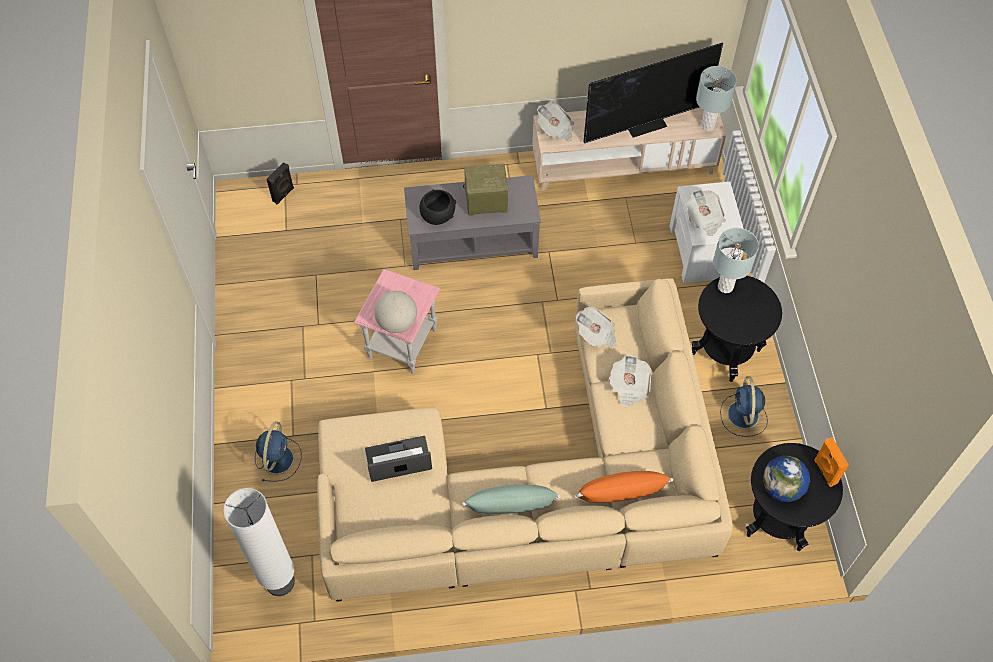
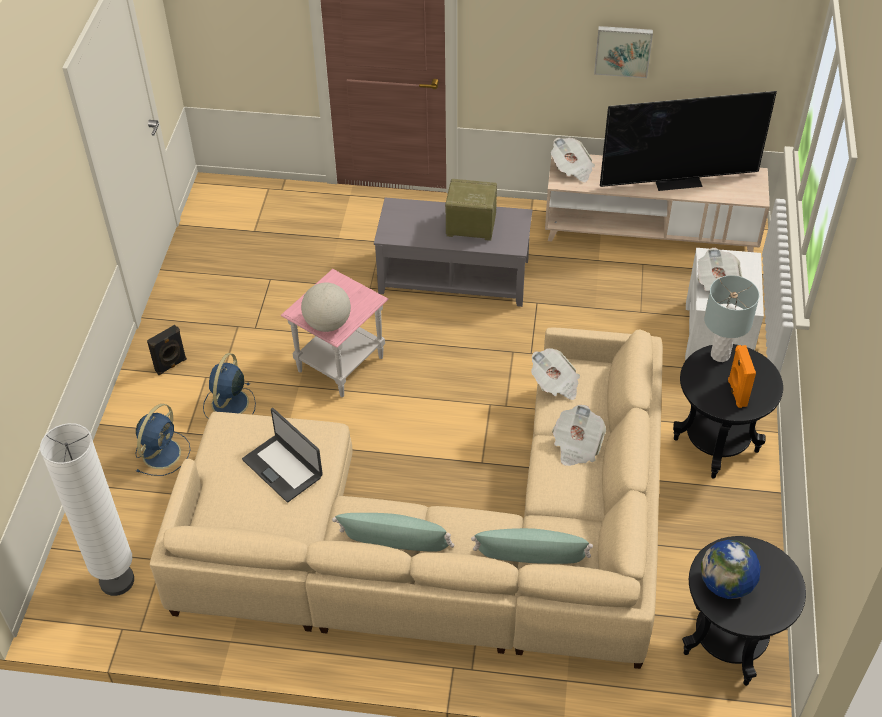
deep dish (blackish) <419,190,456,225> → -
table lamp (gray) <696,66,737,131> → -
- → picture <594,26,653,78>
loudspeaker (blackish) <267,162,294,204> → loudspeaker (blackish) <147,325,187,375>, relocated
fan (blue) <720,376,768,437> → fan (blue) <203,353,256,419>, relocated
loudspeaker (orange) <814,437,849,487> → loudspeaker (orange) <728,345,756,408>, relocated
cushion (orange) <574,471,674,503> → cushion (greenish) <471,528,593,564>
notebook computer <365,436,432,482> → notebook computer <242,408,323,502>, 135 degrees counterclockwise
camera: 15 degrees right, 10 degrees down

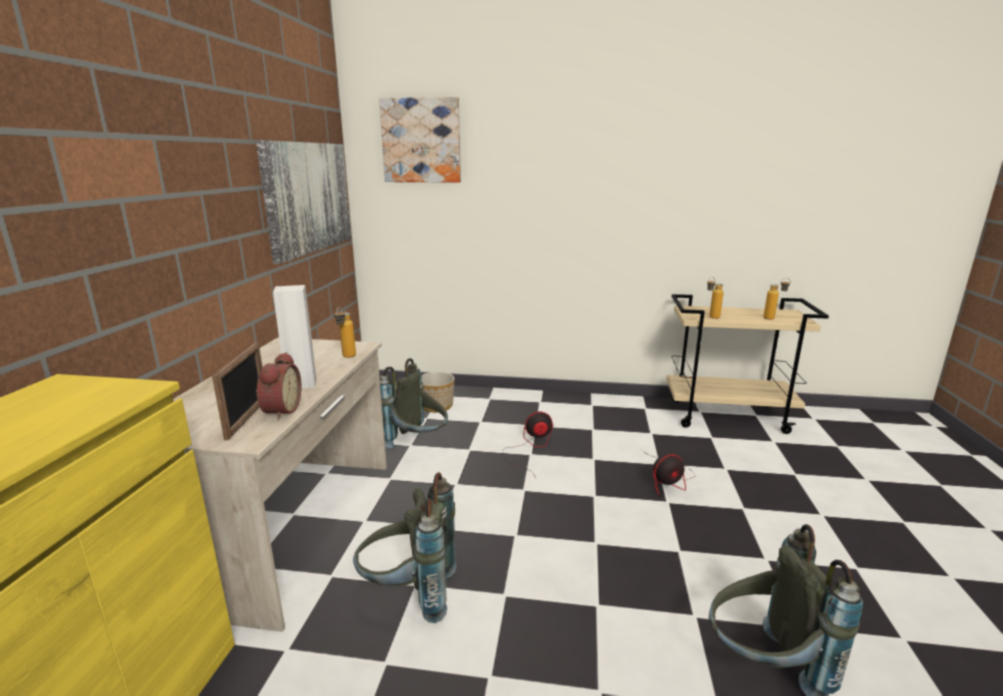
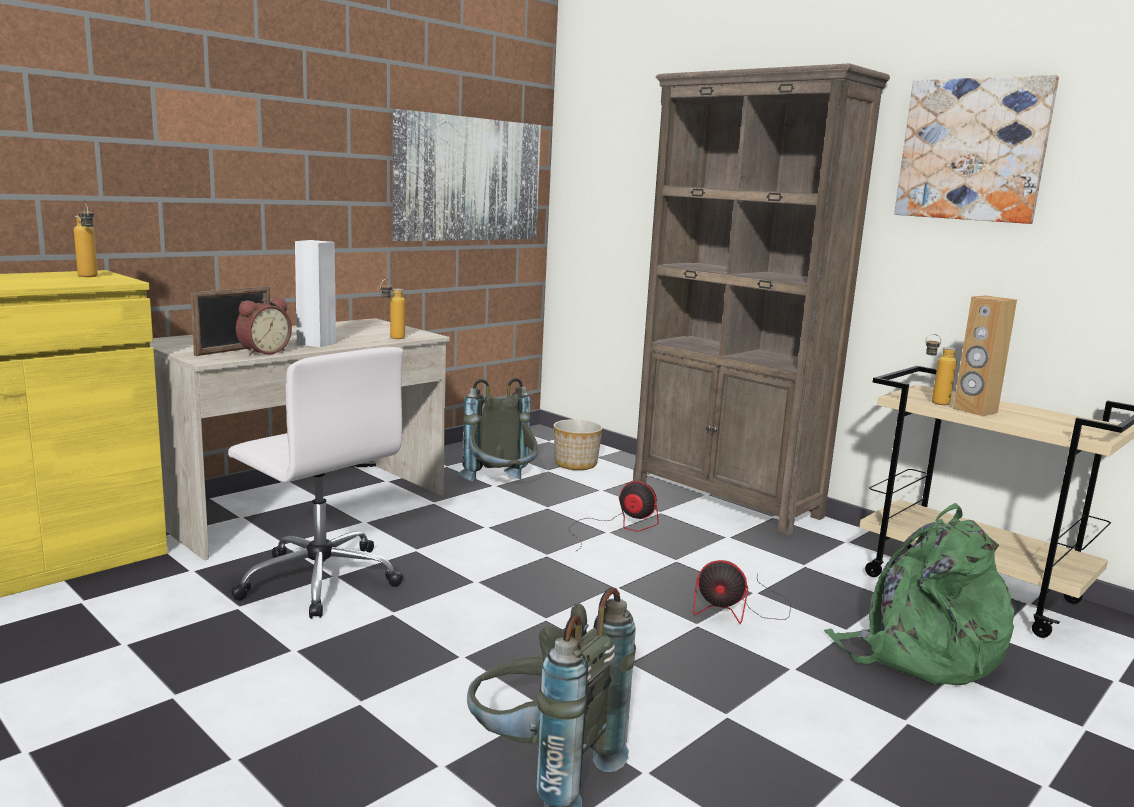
- → shelving unit (brownish) <633,63,890,536>
- → backpack (greenish) <824,503,1014,685>
- → loudspeaker (brownish) <953,295,1017,416>
picture <379,97,461,183> → picture <894,75,1059,224>, relocated
beverage bottle <763,278,791,320> → beverage bottle <74,204,98,277>, relocated
backpack (gray) <353,472,457,623> → computer chair (whitish) <228,347,404,619>
camera: 35 degrees right, 5 degrees down

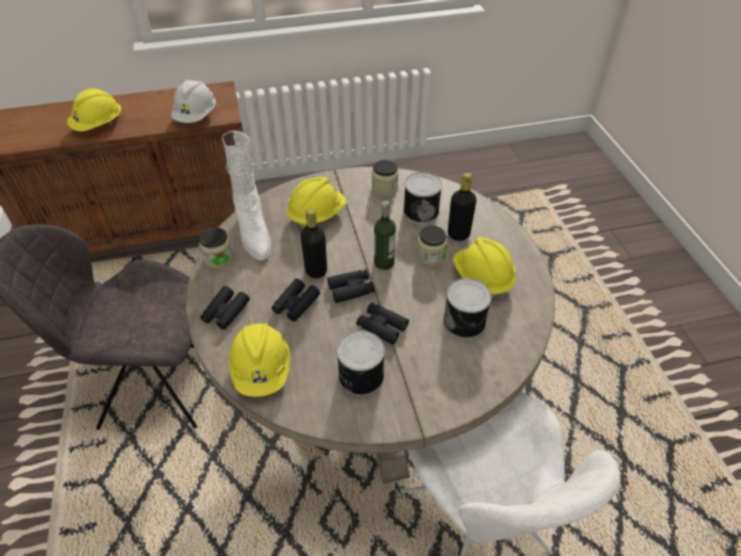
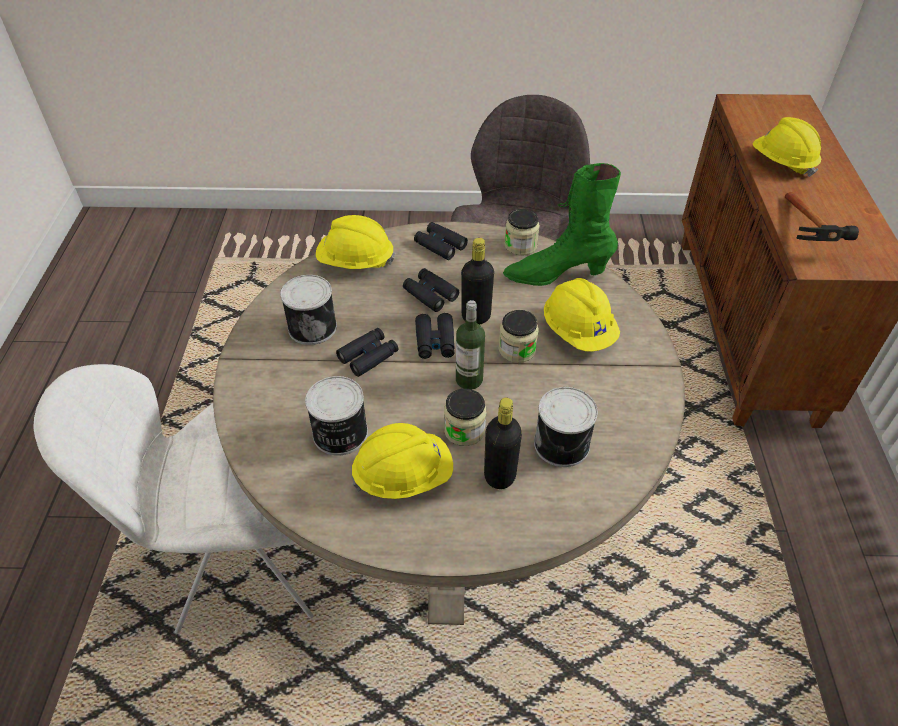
jar <372,160,398,197> → jar <498,310,539,363>, relocated
work helmet (whitish) <171,80,216,123> → tool hammer <785,192,859,241>
high-top boot (whitish) <222,131,271,261> → high-top boot (greenish) <503,163,621,286>
camera: 105 degrees right, 0 degrees up

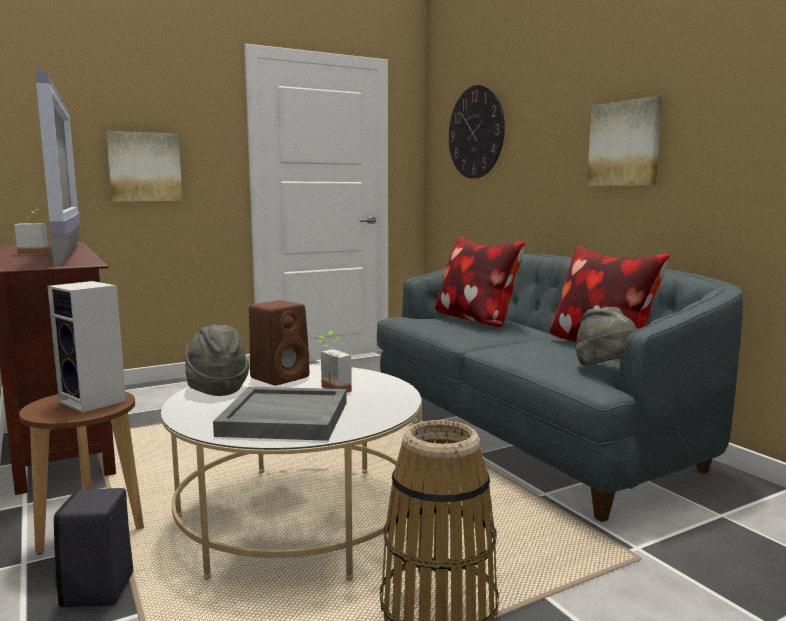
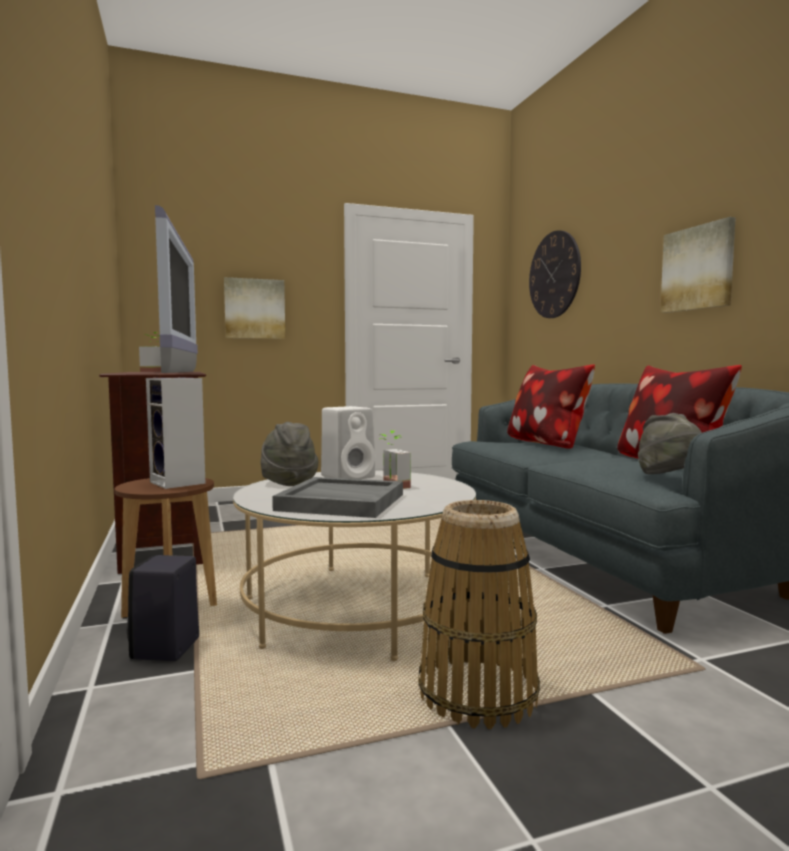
loudspeaker (brownish) <249,300,309,386> → loudspeaker (whitish) <321,406,375,479>
camera: 10 degrees right, 5 degrees down

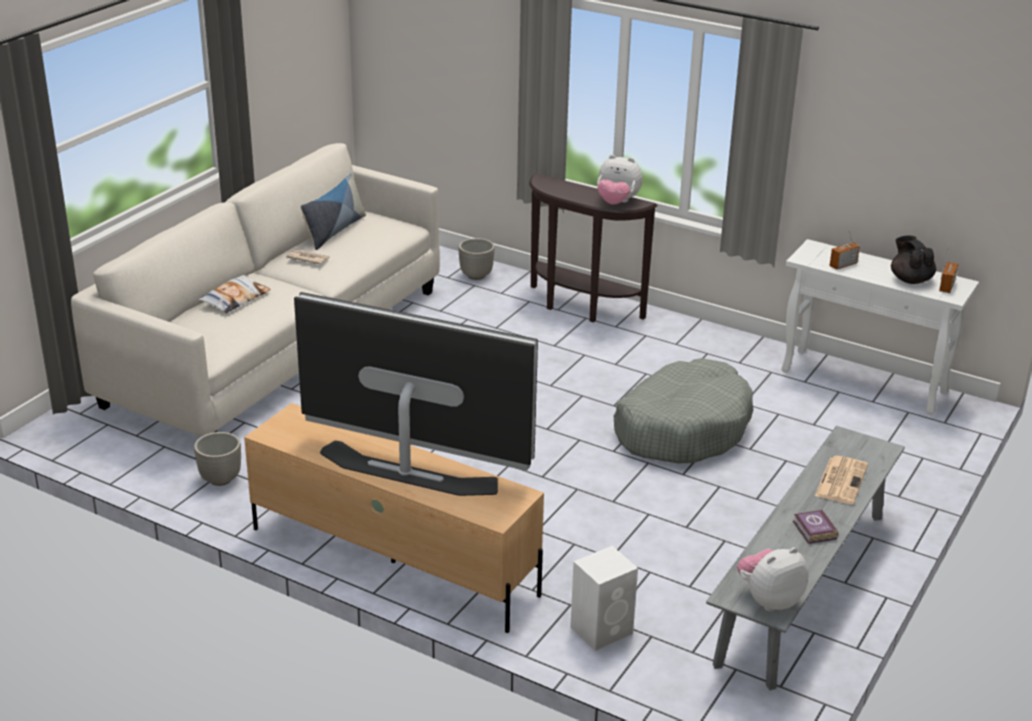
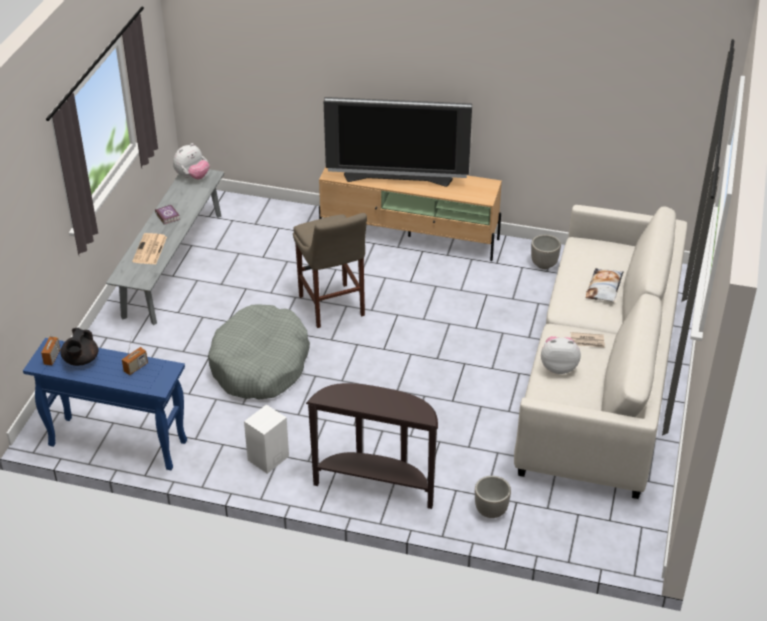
cushion <301,173,366,250> → -
- → stool seat (beige-coloured) <293,213,367,328>
loudspeaker (whitish) <570,546,638,651> → loudspeaker (whitish) <244,404,289,474>, relocated
plush toy <597,155,643,205> → plush toy <541,336,581,374>, relocated
narrow table (whitish) <781,239,979,415> → narrow table (blue) <23,338,187,470>
pot for tea (blackish) <891,235,936,284> → pot for tea (blackish) <61,328,98,366>, 45 degrees clockwise
camera: 165 degrees right, 10 degrees up

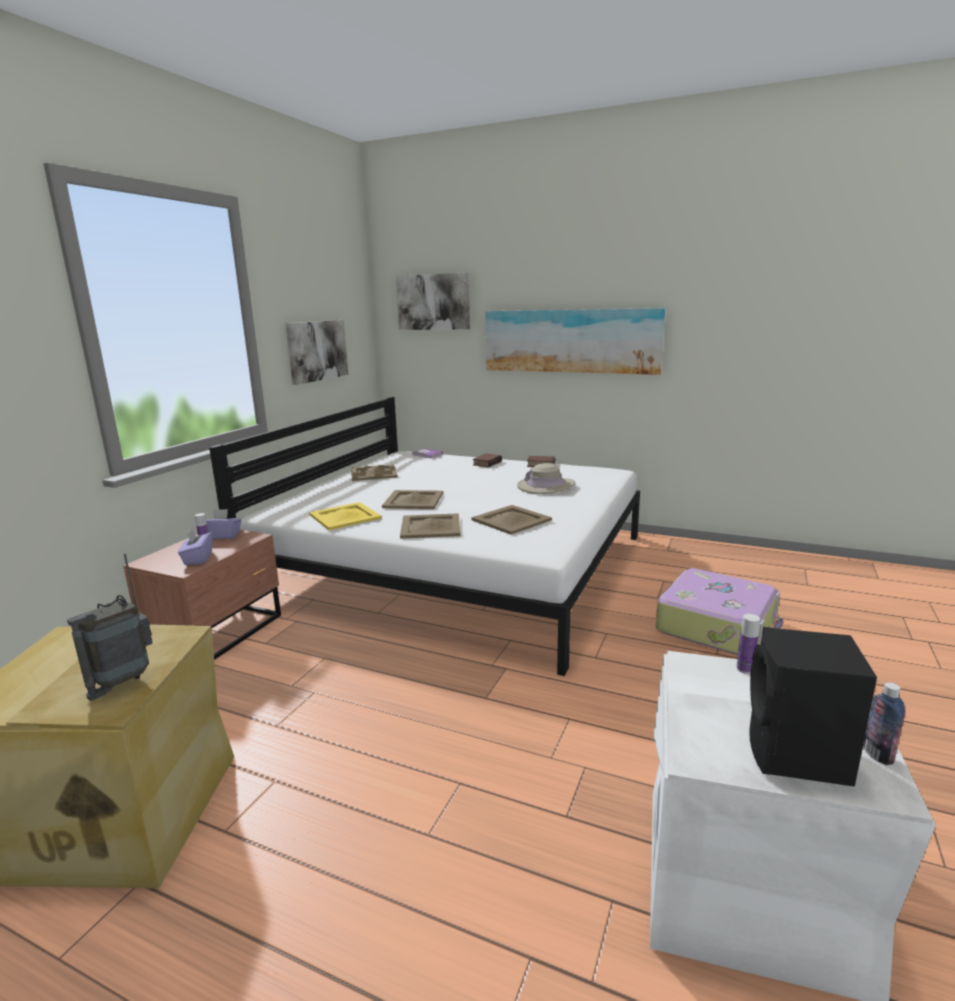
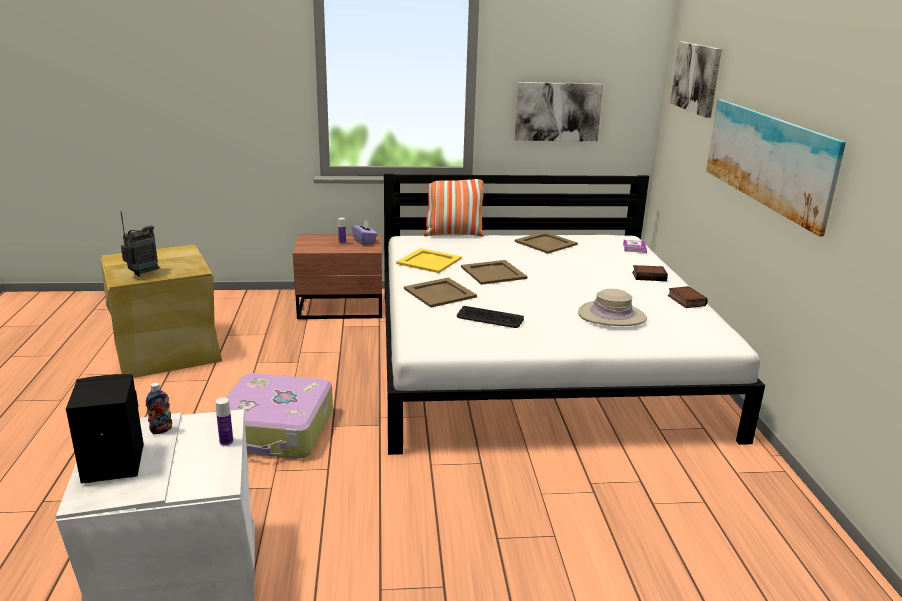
tissue holder (purple) <178,529,212,565> → -
- → cushion <424,179,484,236>
travel case <656,568,783,655> → travel case <215,373,333,459>, relocated
beverage bottle <863,682,905,765> → beverage bottle <146,382,172,435>, relocated
tray (beige-coloured) <472,505,552,535> → keyboard <457,306,524,328>
radio set <67,554,153,701> → radio set <120,211,159,277>, 120 degrees clockwise
camera: 60 degrees right, 5 degrees up

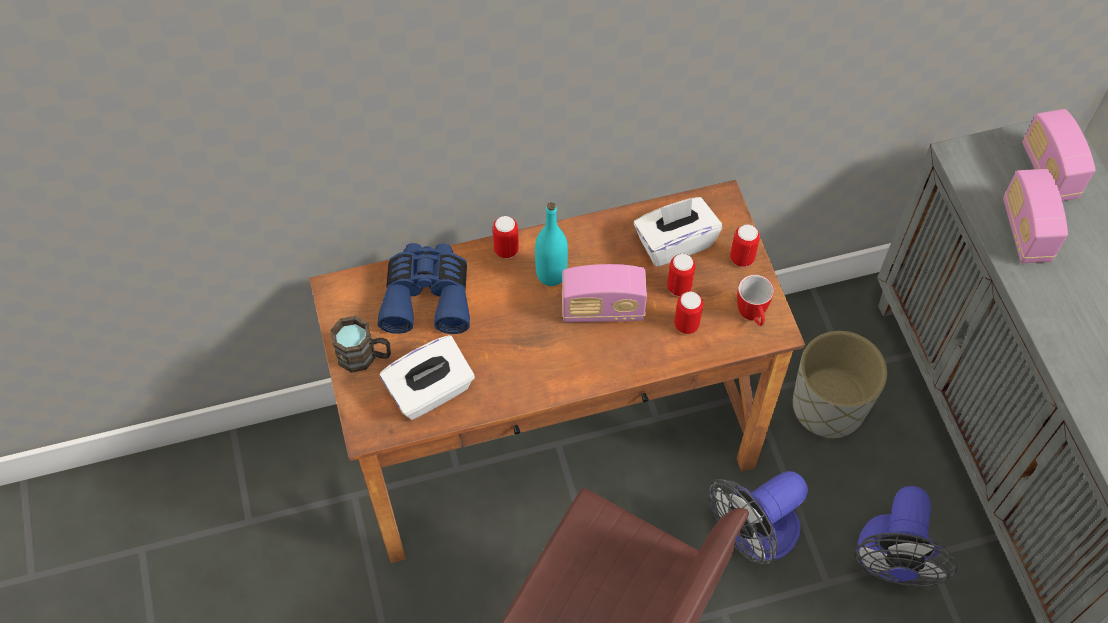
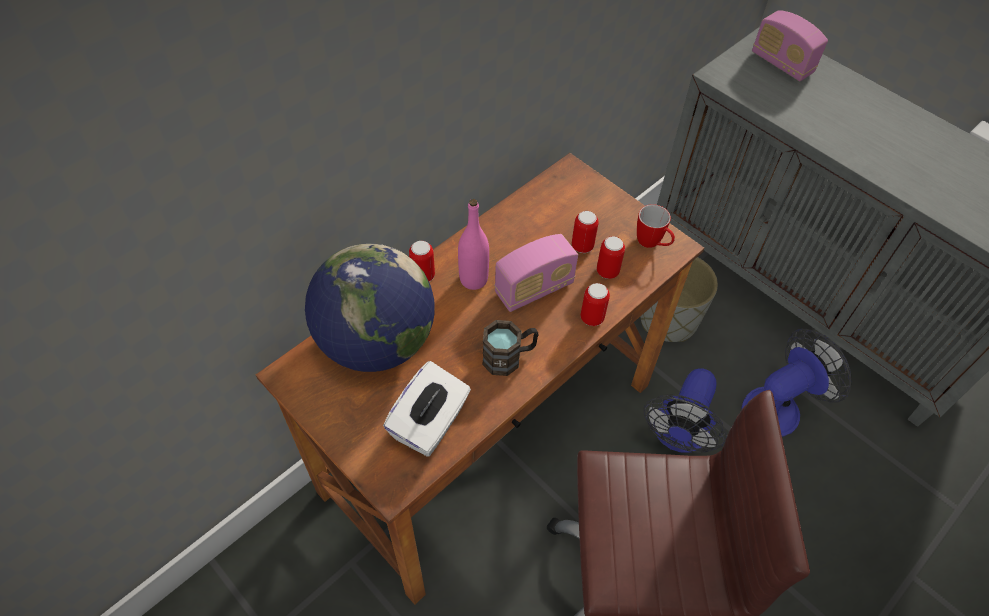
tissue holder (whitish) <634,197,722,267> → -
radio set <1003,169,1068,263> → -
mug (brownish) <330,316,391,373> → mug (brownish) <482,320,539,376>, relocated
sealed can <730,224,760,267> → sealed can <581,283,610,326>, relocated
field glasses (blue) <378,243,470,334> → globe <305,244,435,372>
beverage bottle (turquoise-coloured) <535,202,568,286> → beverage bottle (pink) <458,199,489,290>
fan <854,486,958,586> → fan <742,329,852,437>, 105 degrees counterclockwise
camera: 30 degrees left, 5 degrees down

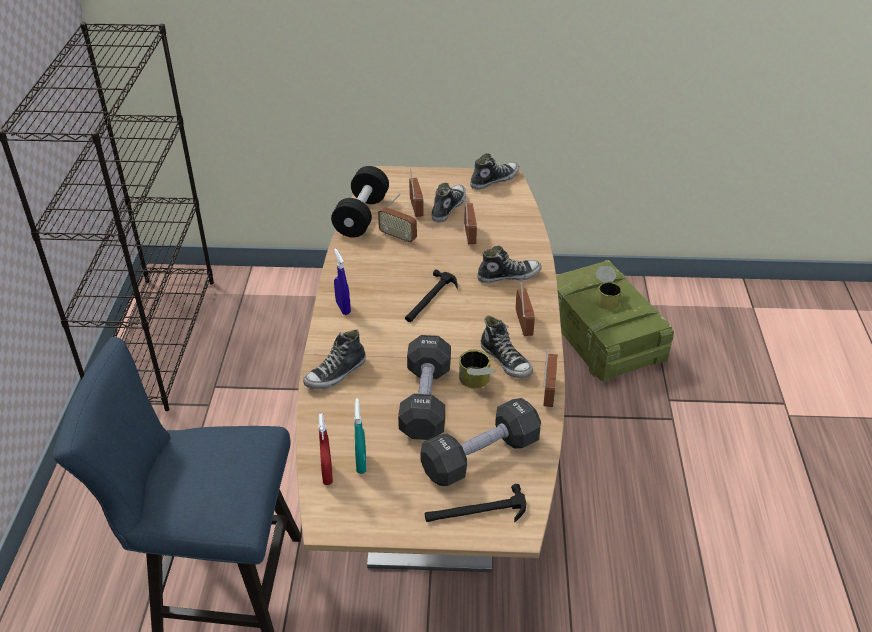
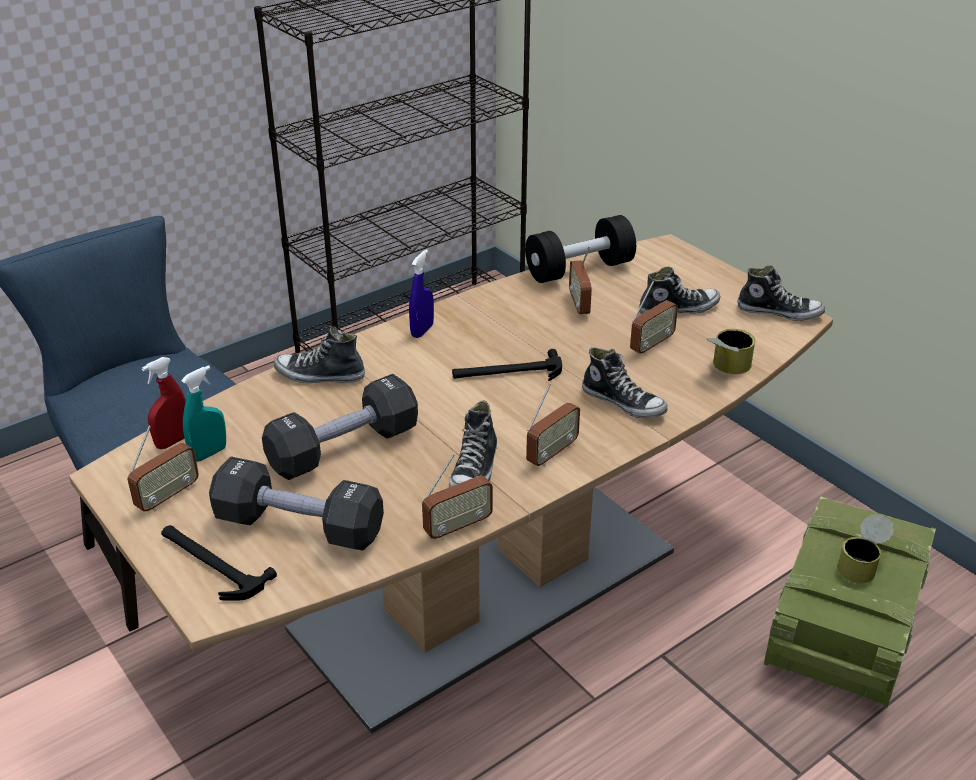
radio set <409,169,424,217> → radio set <127,426,199,511>, relocated
sealed can <459,350,495,388> → sealed can <707,329,756,374>, relocated
camera: 50 degrees right, 5 degrees down

